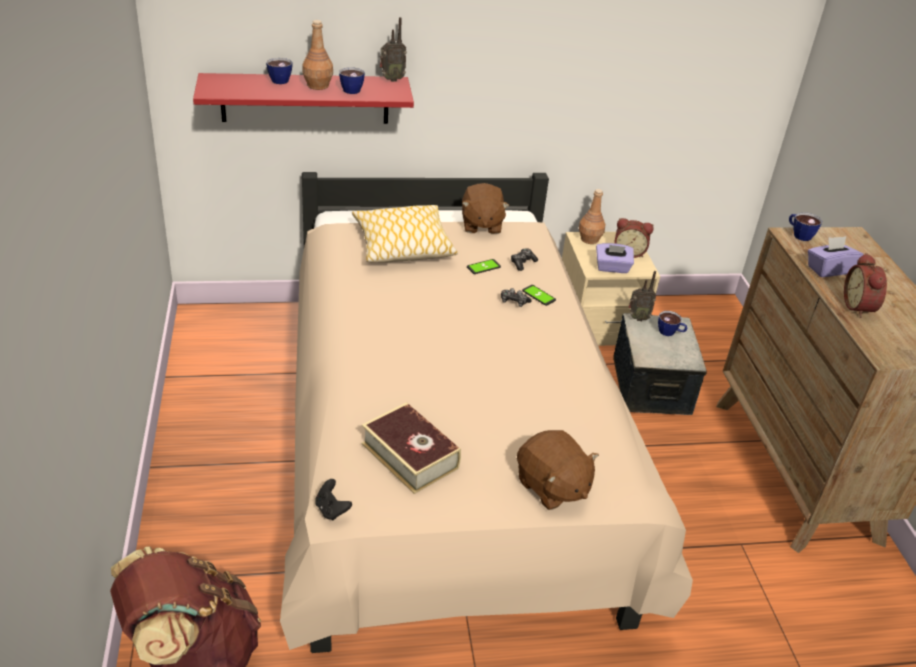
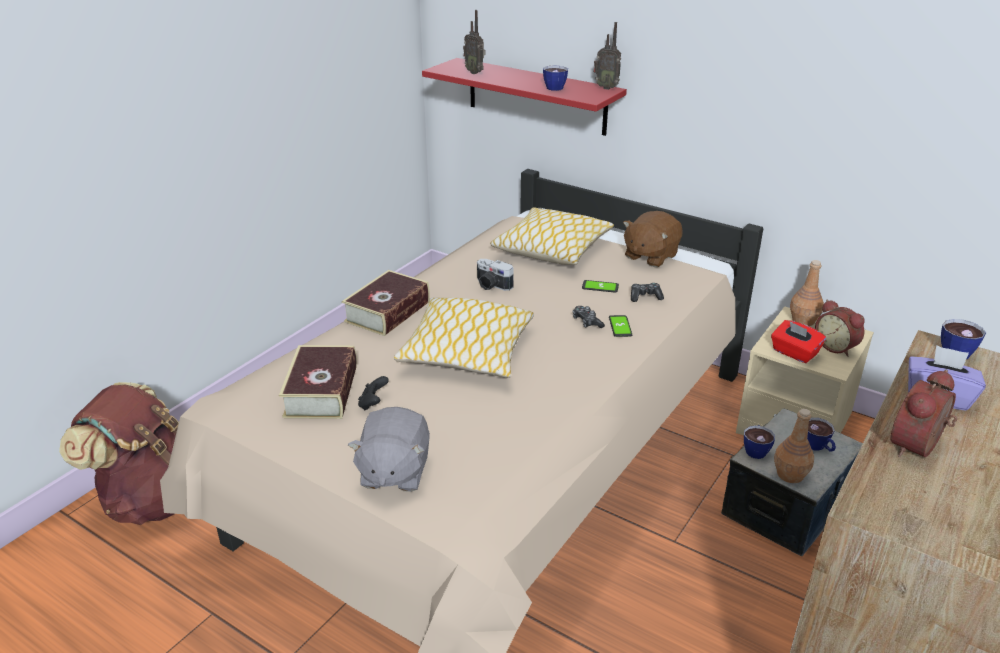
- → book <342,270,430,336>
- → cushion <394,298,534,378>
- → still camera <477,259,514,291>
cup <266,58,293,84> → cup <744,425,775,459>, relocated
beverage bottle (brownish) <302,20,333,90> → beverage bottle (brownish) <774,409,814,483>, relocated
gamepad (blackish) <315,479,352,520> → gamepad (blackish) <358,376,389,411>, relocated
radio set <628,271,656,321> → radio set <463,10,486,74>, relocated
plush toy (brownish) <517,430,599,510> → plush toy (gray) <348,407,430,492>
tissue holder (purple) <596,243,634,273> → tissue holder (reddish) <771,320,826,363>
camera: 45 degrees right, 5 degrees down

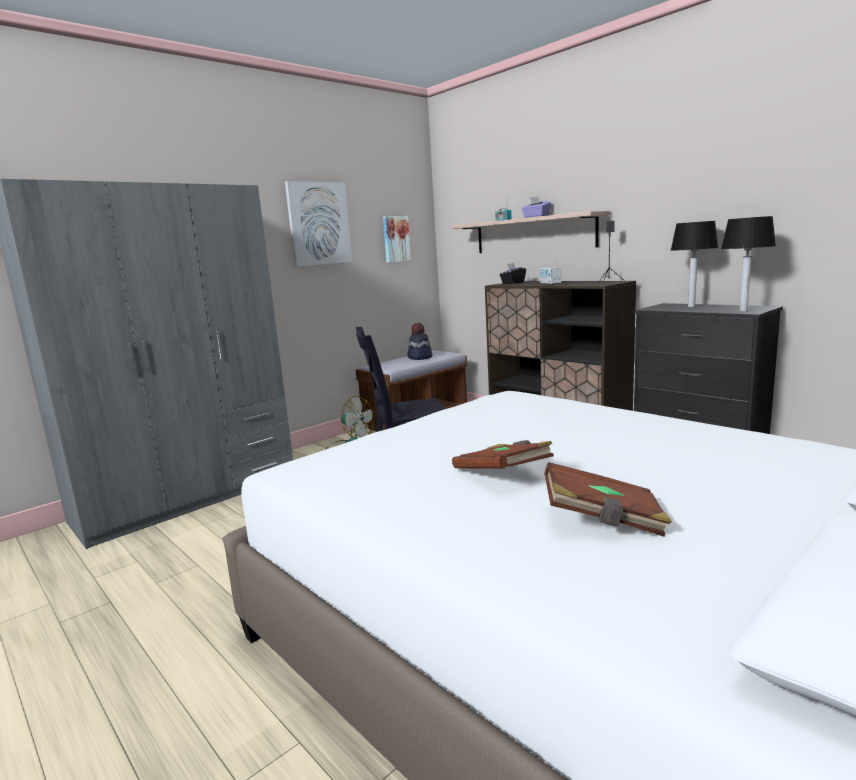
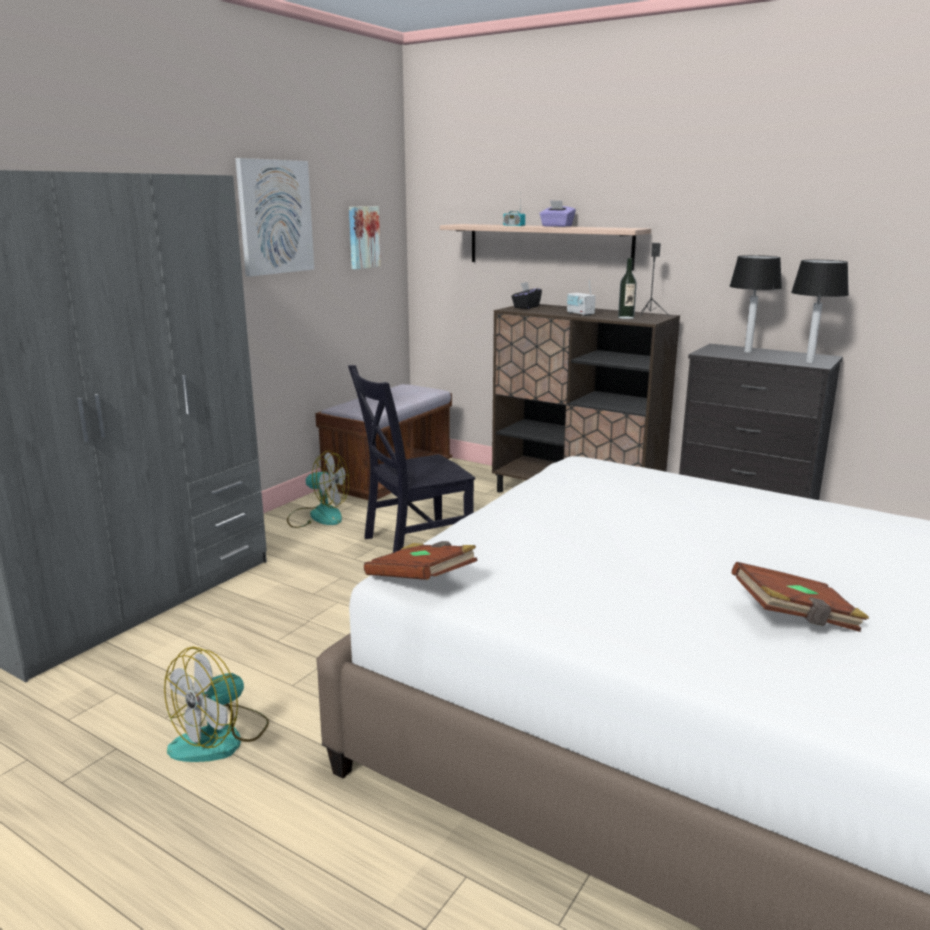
clothing hat <407,323,433,360> → -
- → fan <164,647,269,762>
- → beverage bottle <618,258,637,319>
book (brownish) <452,440,554,469> → book (brownish) <364,541,477,580>, relocated
camera: 15 degrees left, 5 degrees up

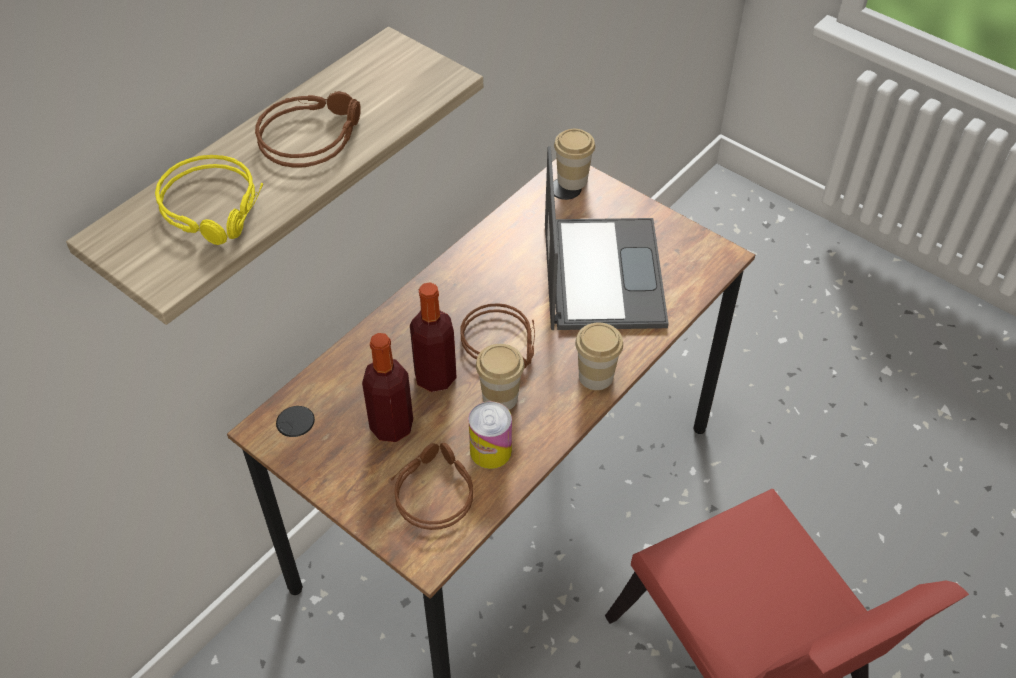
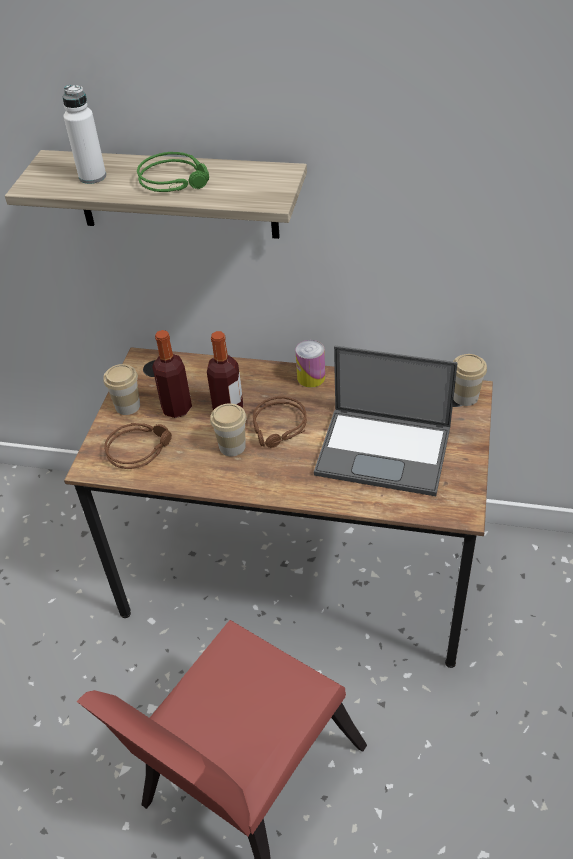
sealed can <468,401,512,469> → sealed can <295,340,325,388>, relocated
cup <575,323,623,390> → cup <103,364,140,415>, relocated
headset (yellow-coloured) <155,155,263,245> → beverage bottle (whitish) <63,85,106,184>
headset (brownish) <255,91,361,168> → headset (greenish) <137,152,209,192>
notebook computer <545,146,669,330> → notebook computer <314,346,458,496>, 45 degrees clockwise
camera: 65 degrees right, 5 degrees down

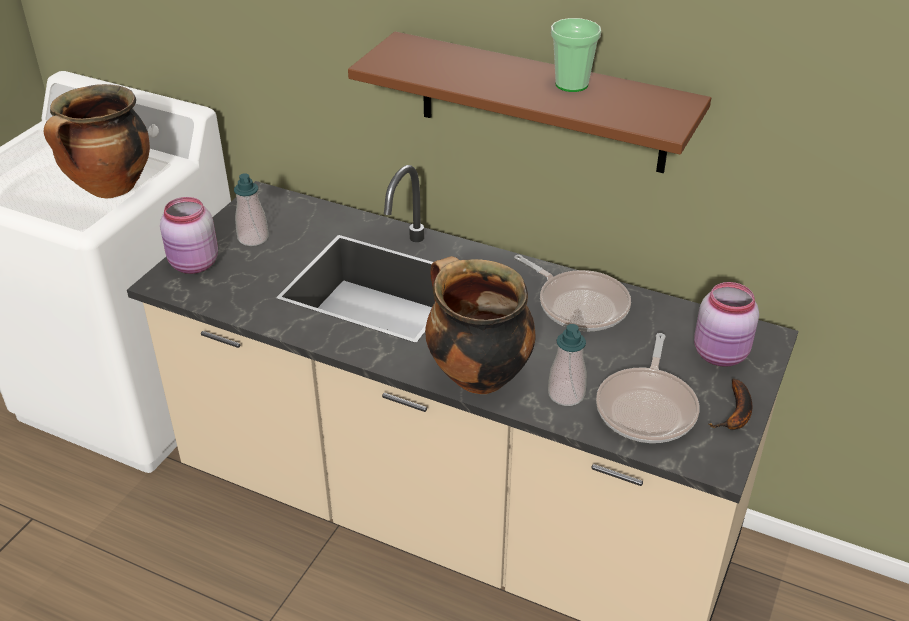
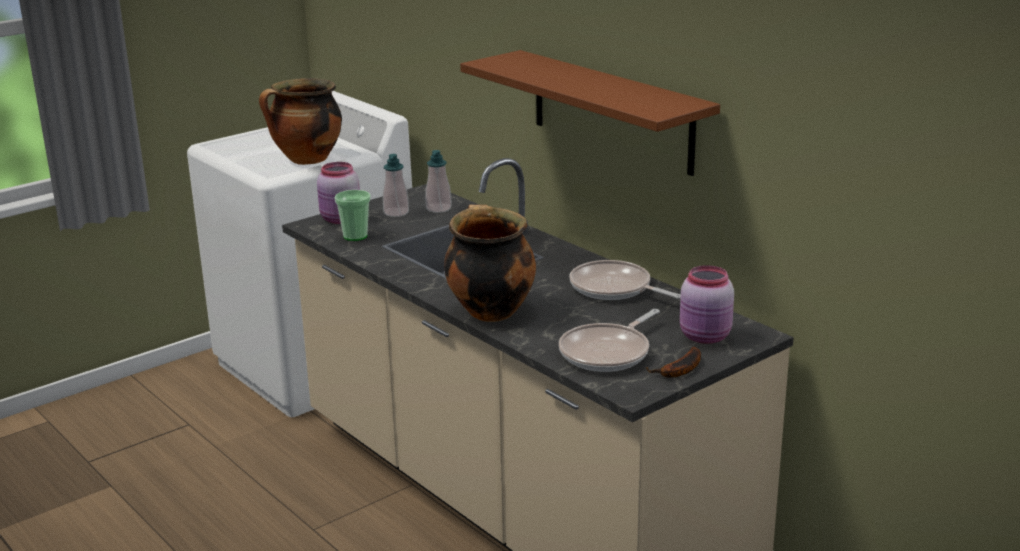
soap dispenser <548,324,587,406> → soap dispenser <425,150,452,213>, relocated
cup <551,18,601,92> → cup <334,190,371,241>, relocated
frying pan <514,255,631,331> → frying pan <570,260,681,300>, 150 degrees clockwise
camera: 25 degrees right, 15 degrees down

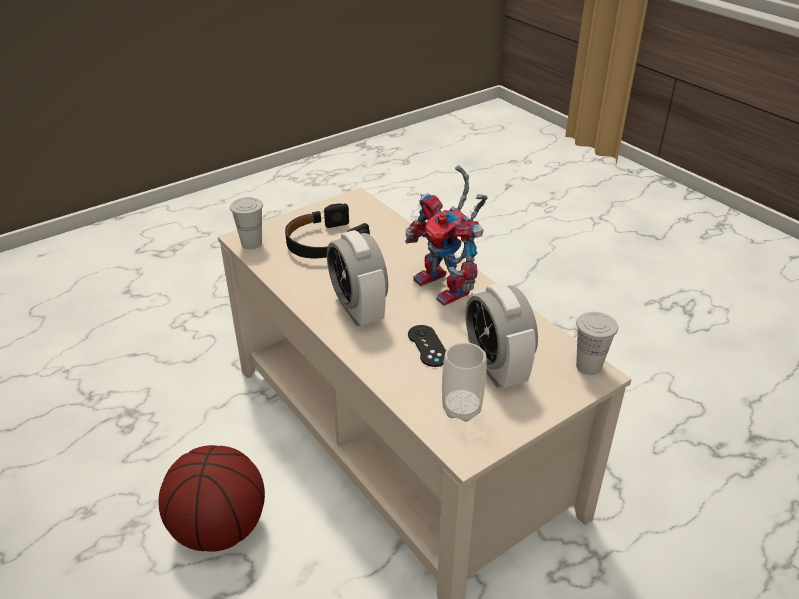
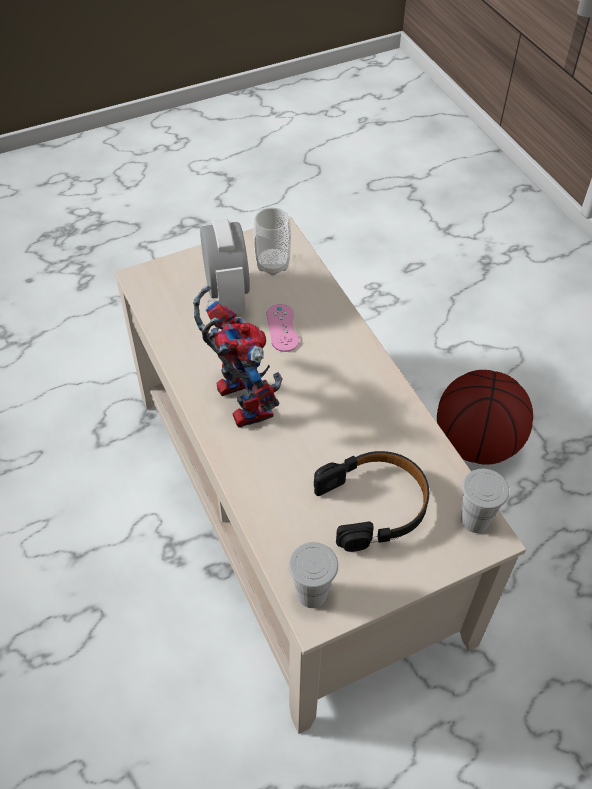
bedside clock <327,230,388,327> → -
cup (whitish) <576,312,618,375> → cup (whitish) <289,542,338,608>, relocated
gamepad (blackish) <408,325,446,367> → gamepad (pink) <267,304,299,352>
camera: 170 degrees left, 15 degrees up

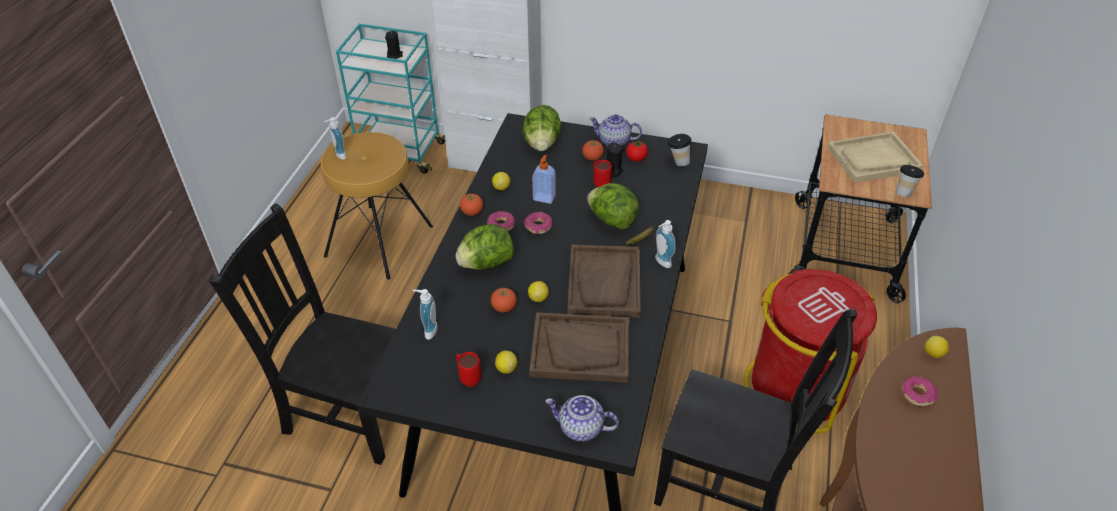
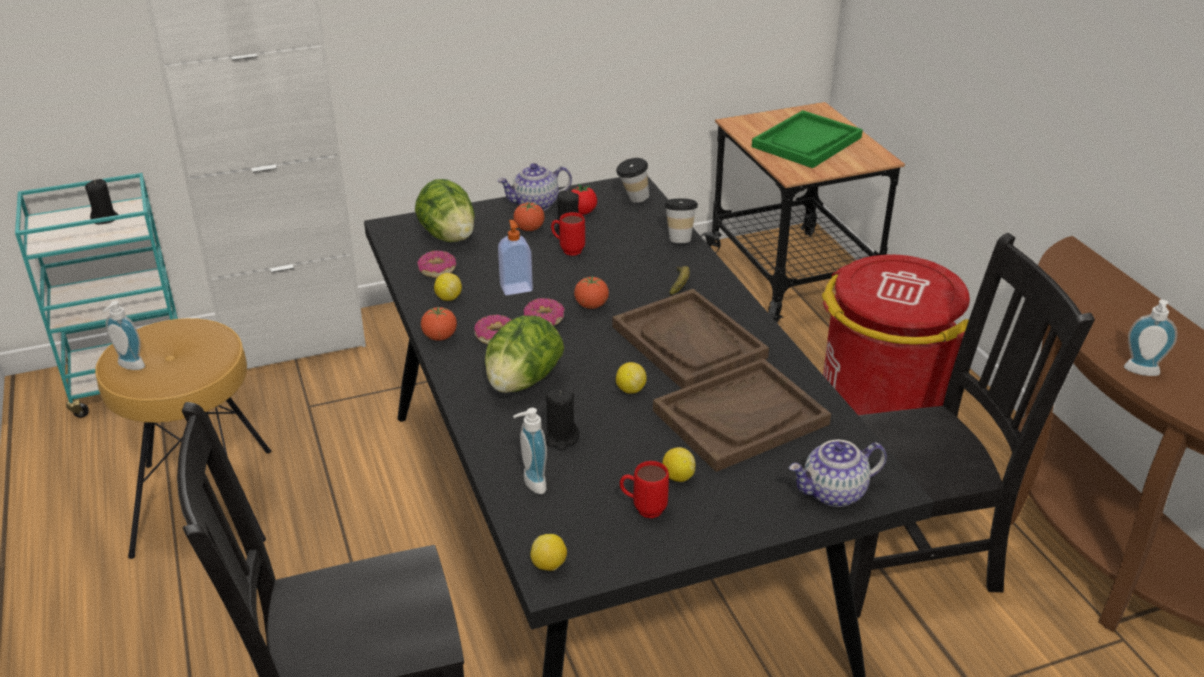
head of lettuce <587,183,639,230> → -
- → wax light (blackish) <544,388,580,451>
fresh tomato <491,288,517,313> → fresh tomato <574,276,609,309>, relocated
soap dispenser <655,220,676,268> → soap dispenser <1124,300,1178,376>, relocated
cup <896,165,924,197> → cup <664,198,698,243>, relocated
doughnut <902,376,938,406> → doughnut <417,251,456,278>, relocated
whole lemon <925,336,949,358> → whole lemon <530,534,567,571>, relocated
tray (beige-coloured) <827,131,924,183> → tray (greenish) <752,110,863,168>
camera: 35 degrees left, 10 degrees down

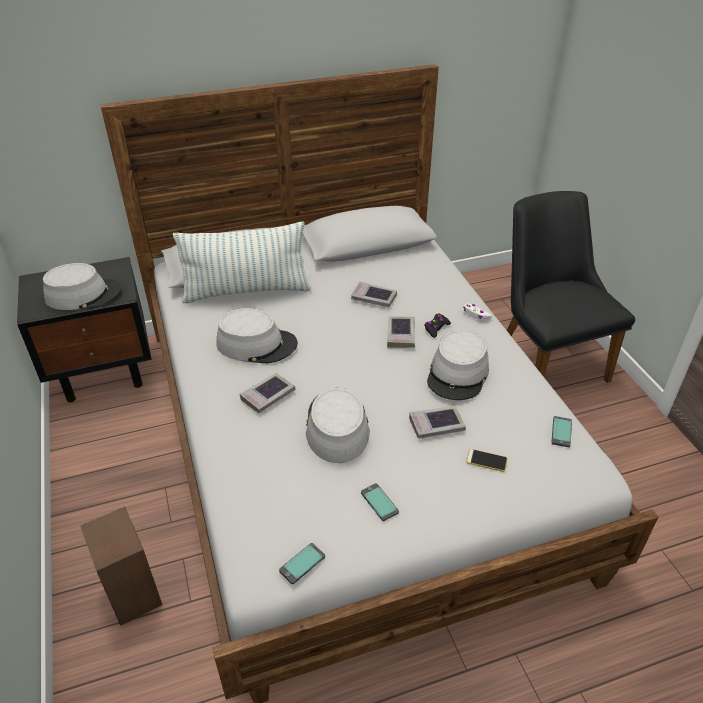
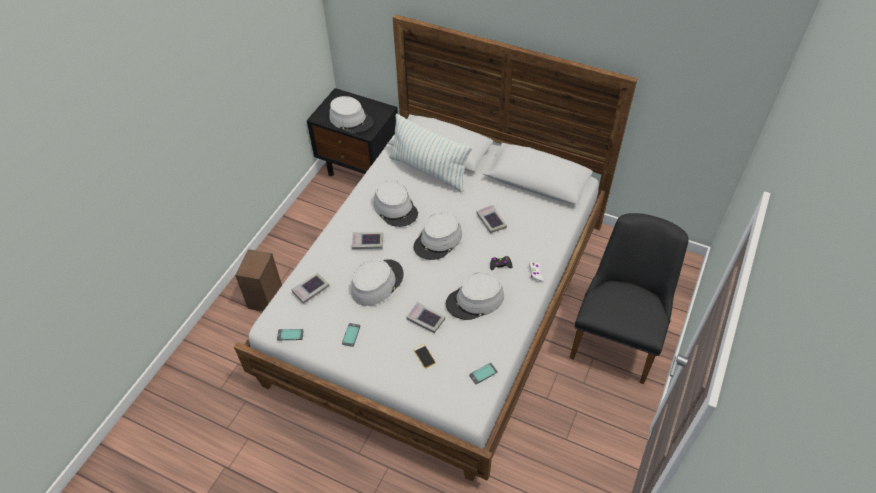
- → clothing hat (gray) <413,211,462,260>
book <387,316,415,348> → book <291,273,329,304>, relocated
camera: 45 degrees right, 10 degrees up

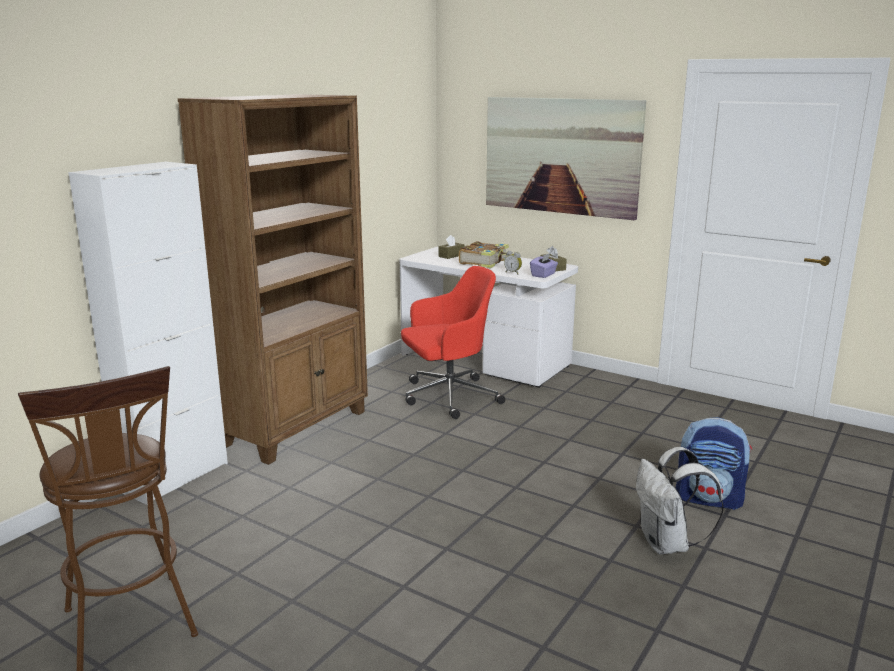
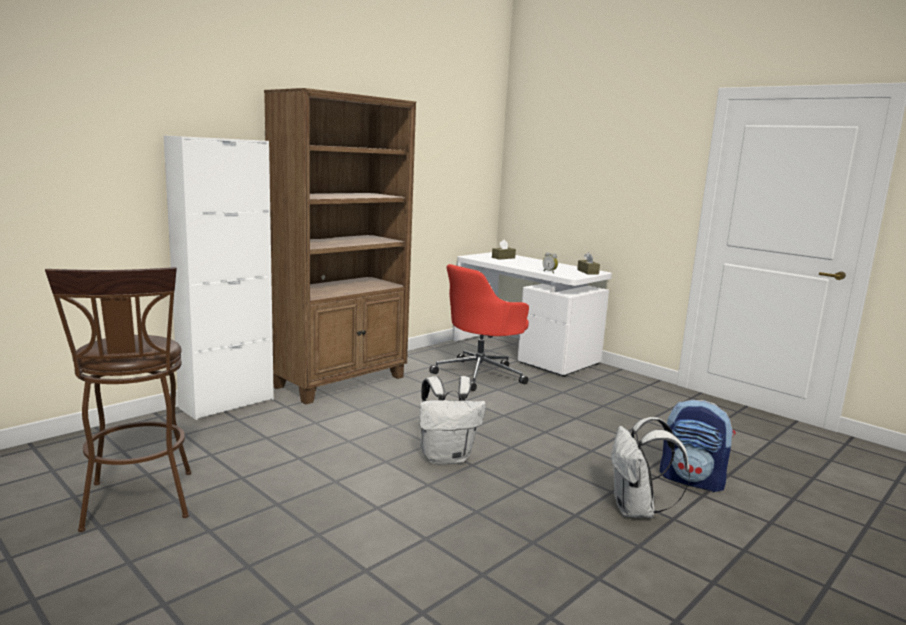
book <459,241,509,268> → -
picture <486,97,646,220> → -
tissue holder (purple) <530,253,558,278> → -
- → backpack (whitish) <419,376,486,465>
computer chair (reddish) <401,266,505,419> → computer chair (reddish) <429,264,529,391>, 150 degrees clockwise
camera: 10 degrees right, 5 degrees down

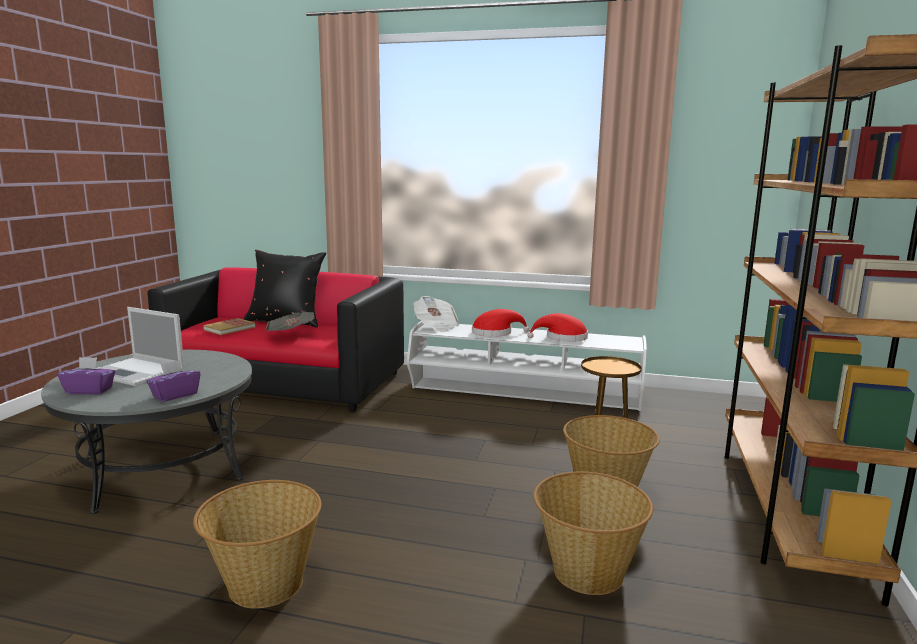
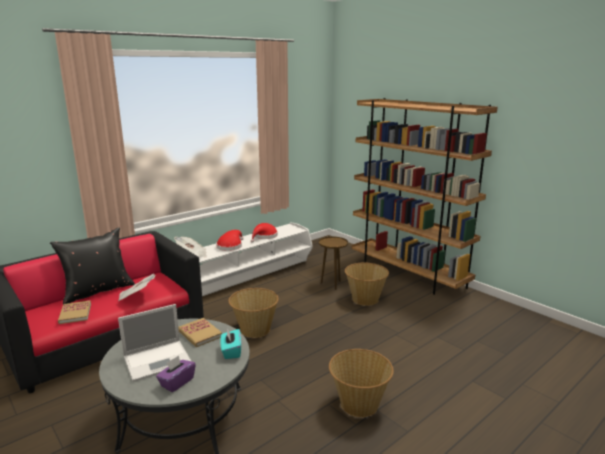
- → book <178,318,222,347>
household basket <533,471,653,595> → household basket <228,288,279,338>, relocated
tissue holder (purple) <147,360,201,402> → tissue holder (turquoise-coloured) <221,328,241,359>
camera: 55 degrees left, 5 degrees up

